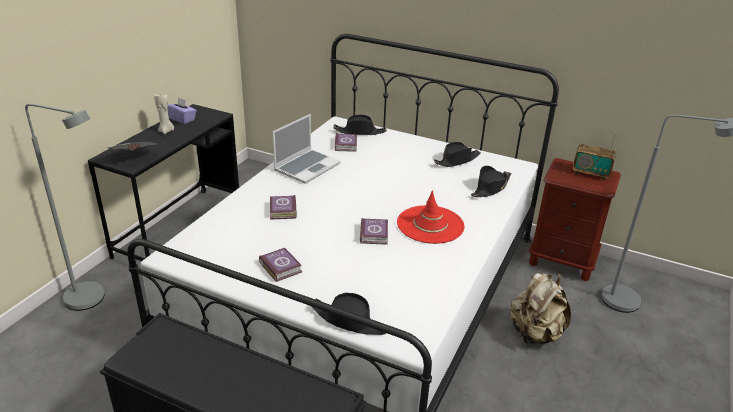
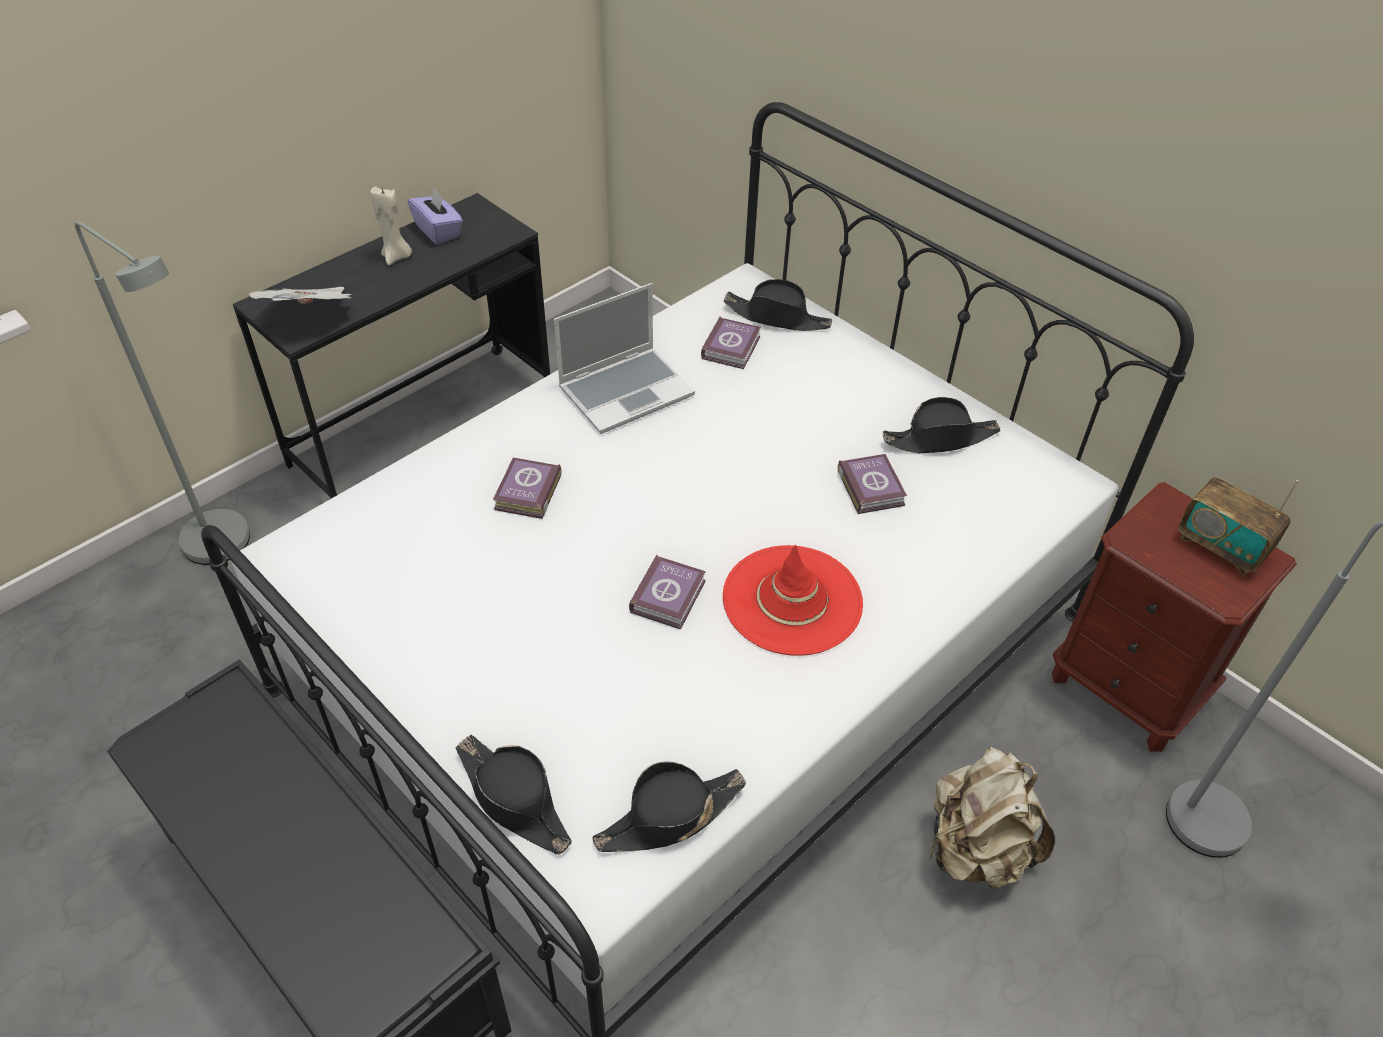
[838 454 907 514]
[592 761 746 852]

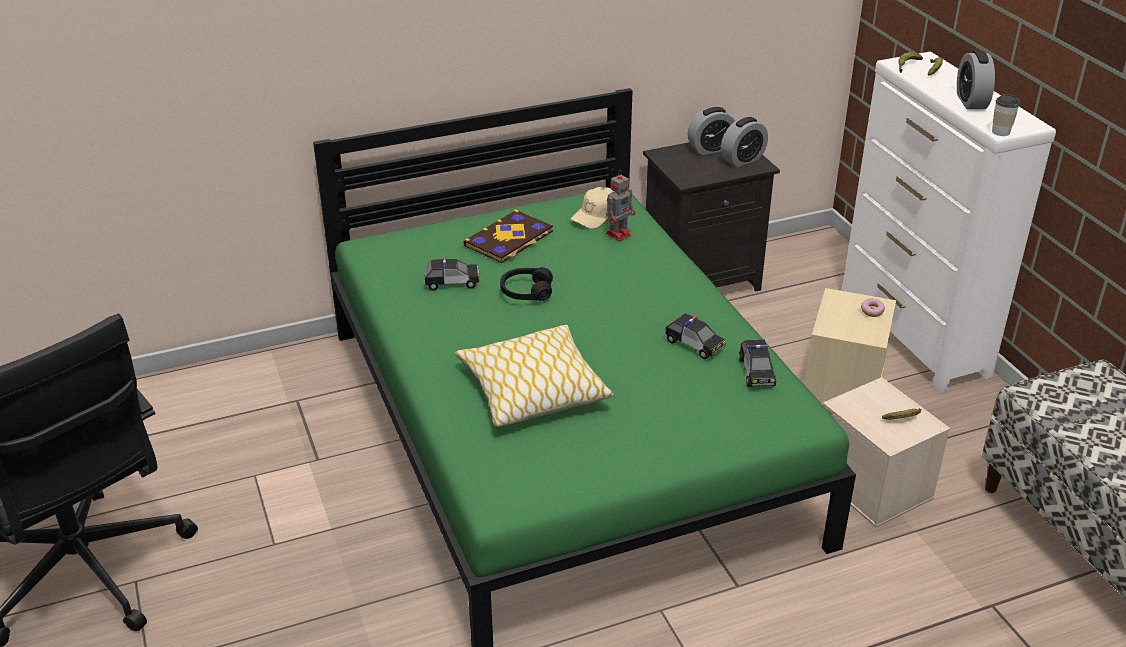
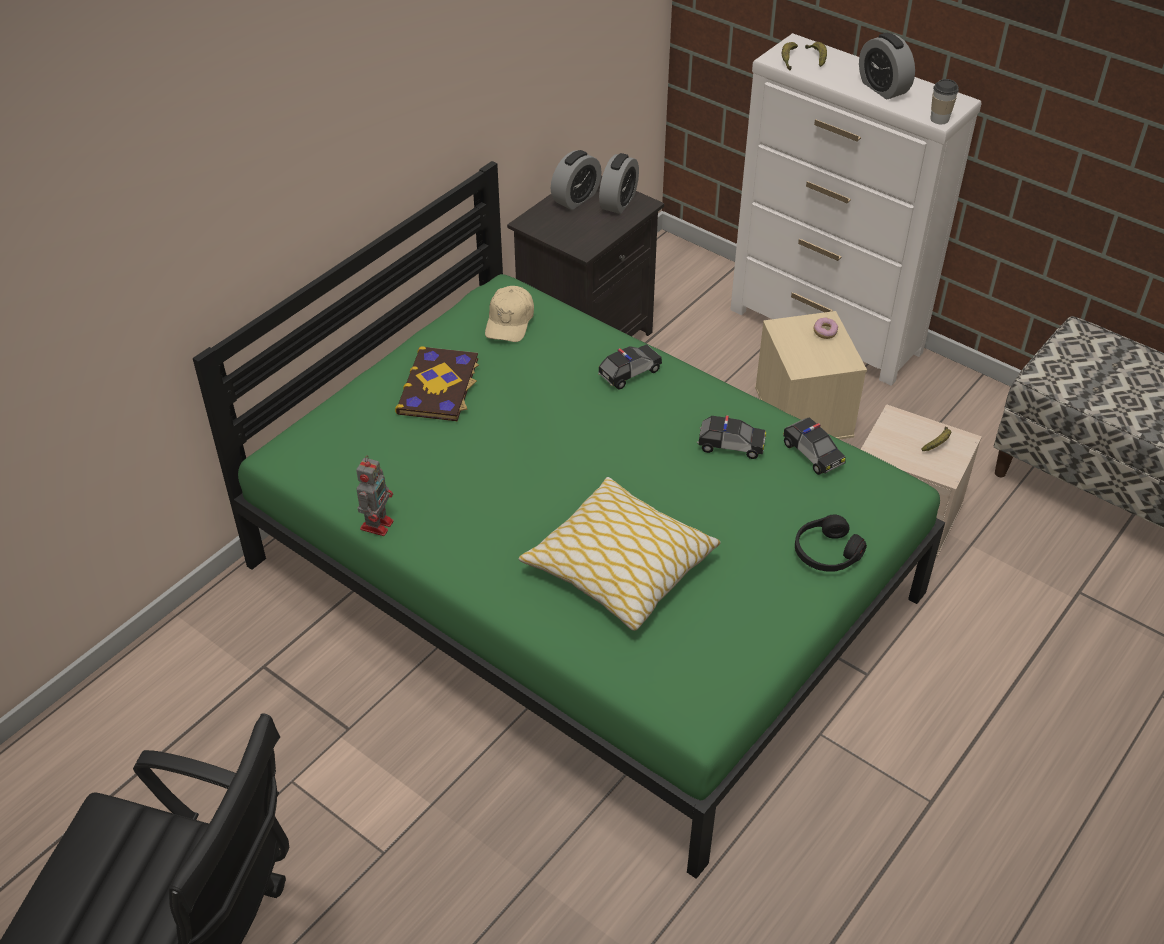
[598 344 662 390]
[795 515 867 572]
[356 458 394 536]

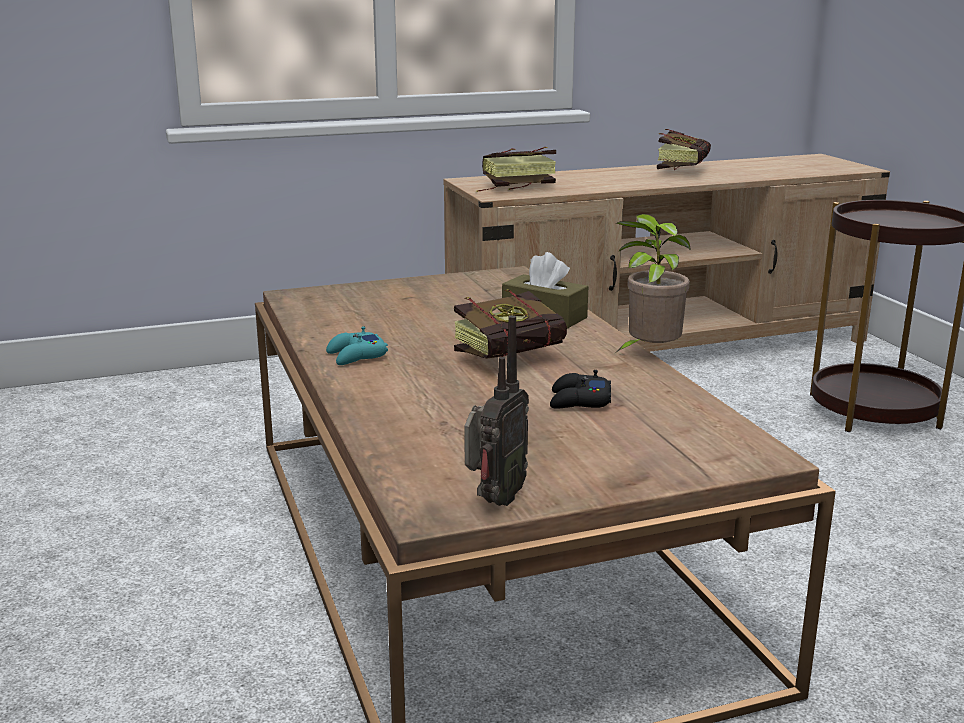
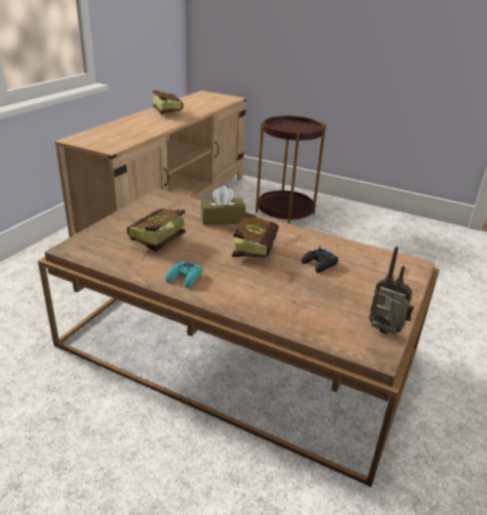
[369 246 414 335]
[127 209 186 260]
[616 214 691 352] (first image)

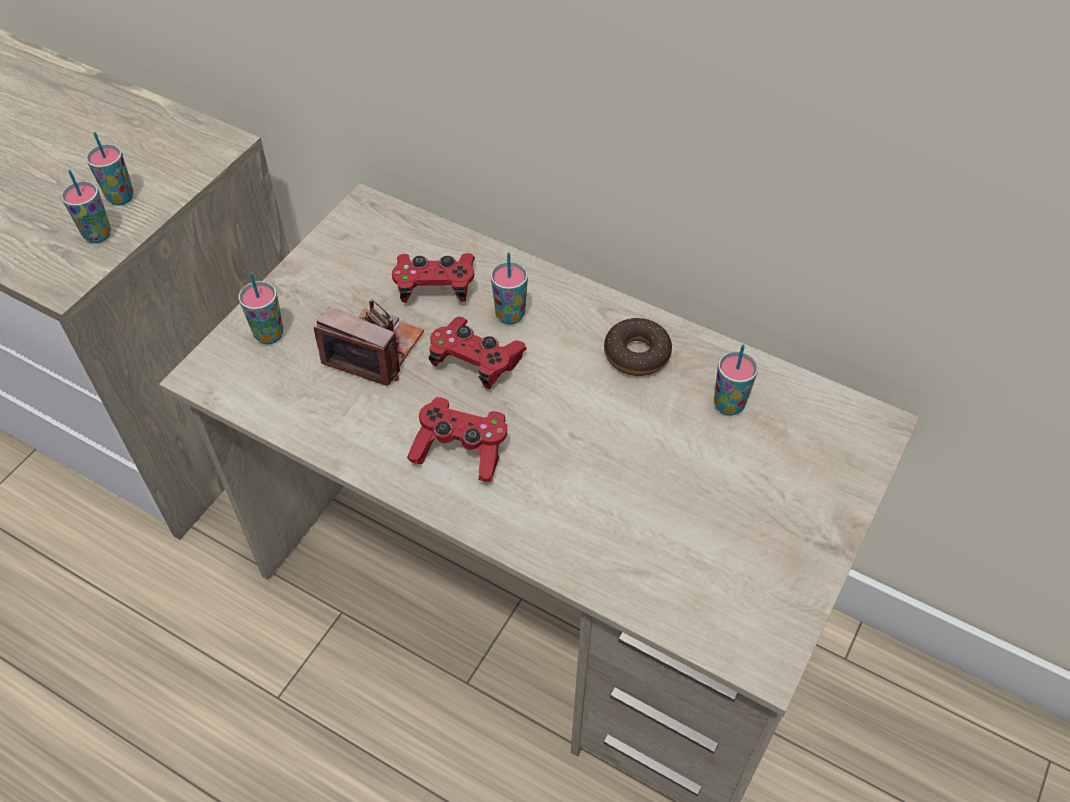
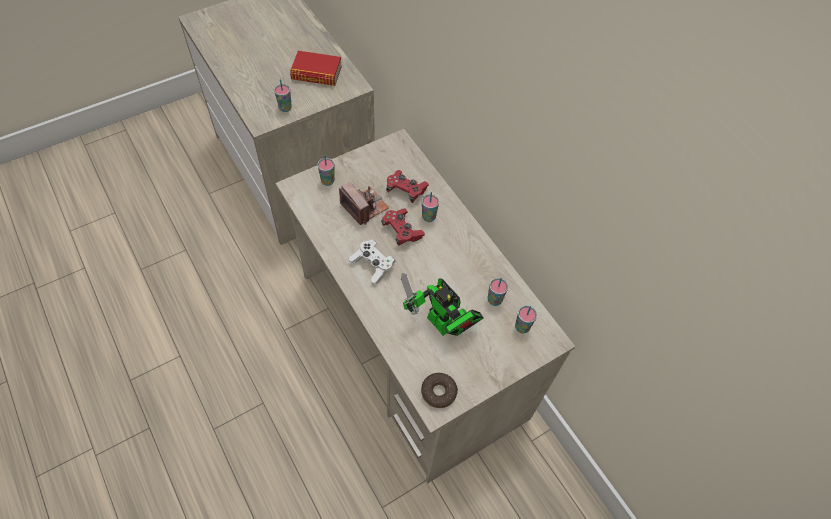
[515 306 537 333]
[349 240 395 284]
[421 373 458 408]
[290 51 342 86]
[401 273 483 336]

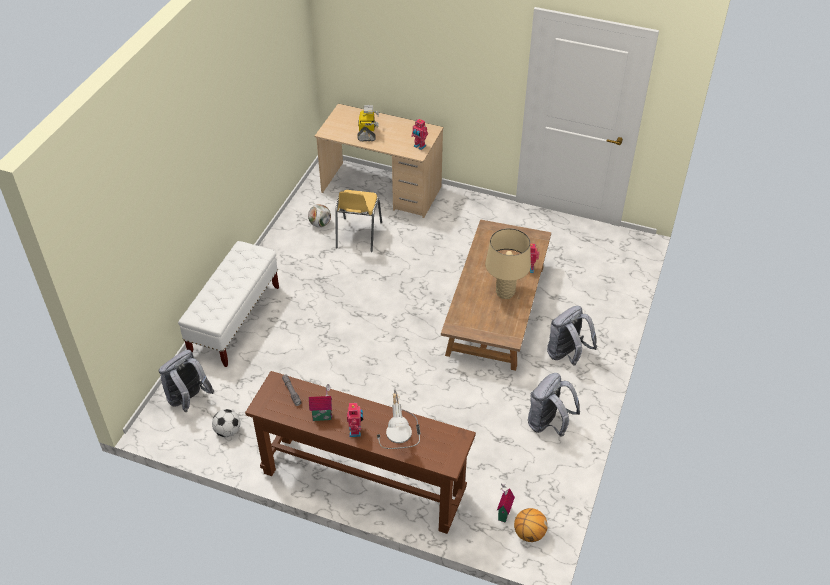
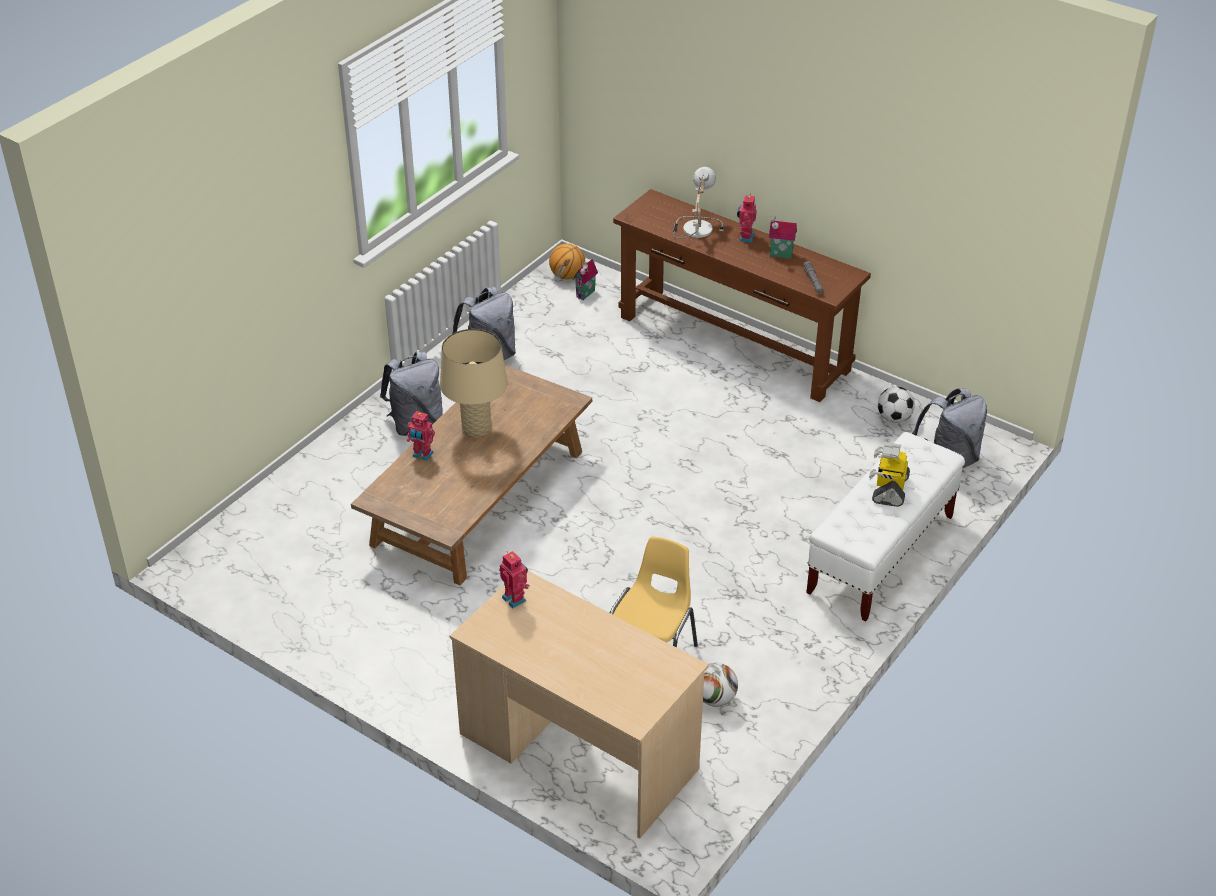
[869 442 910 507]

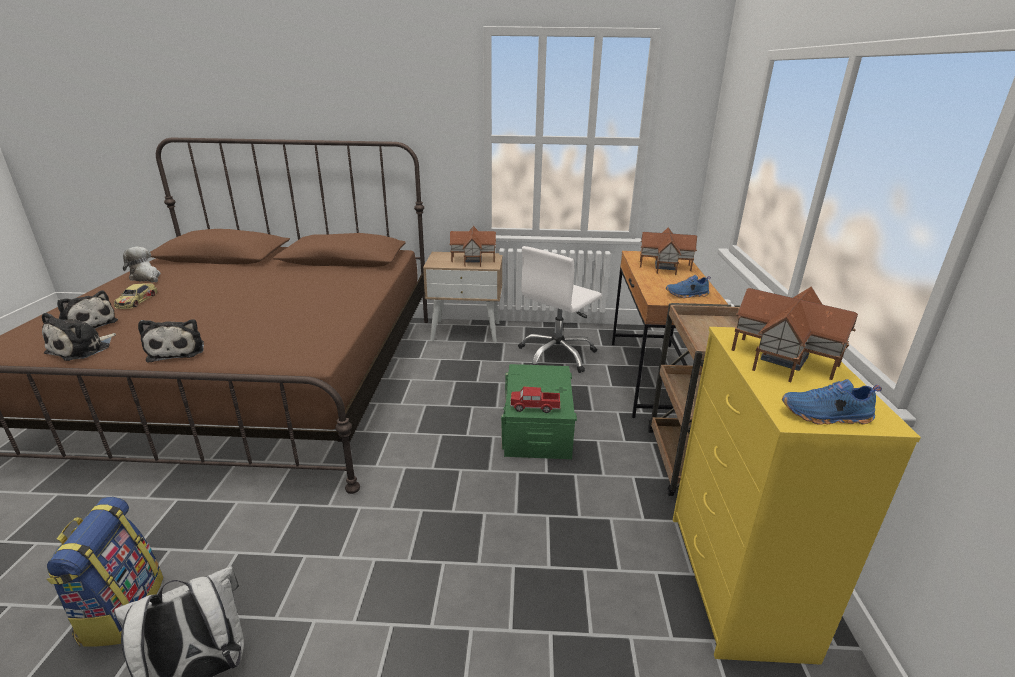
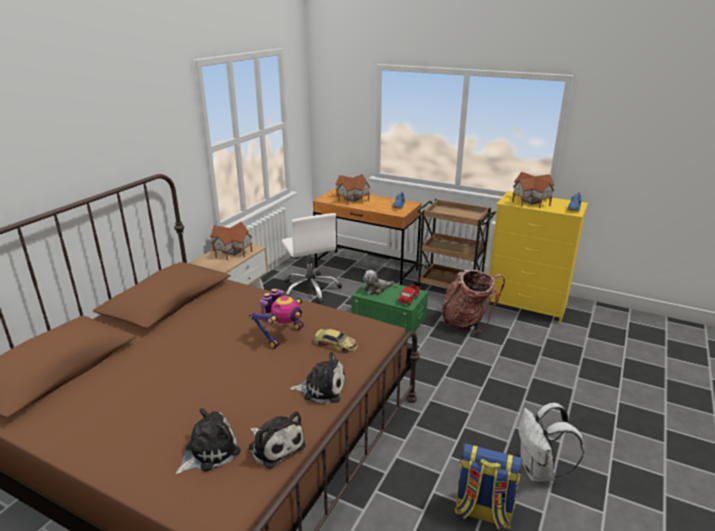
[314 329 357 353]
[363 270 394 295]
[249 289 304 349]
[442 269 505 333]

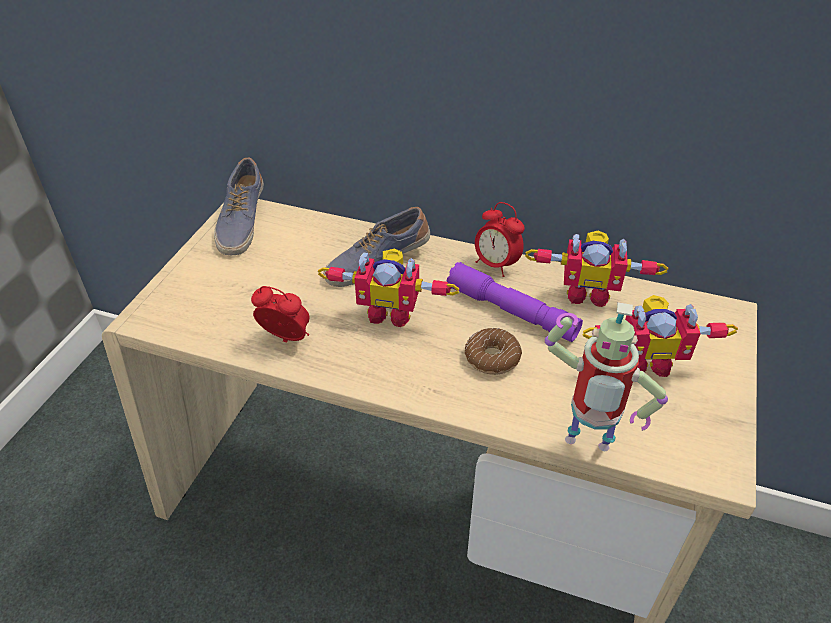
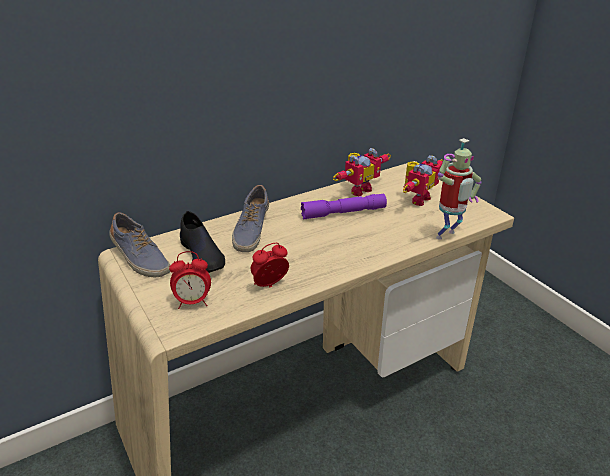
[318 249 459 327] (first image)
[465 328 522 375] (first image)
[169 251 211 309]
[180 211 225 273]

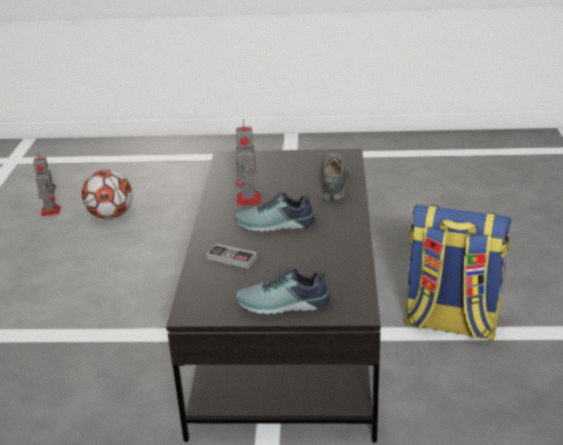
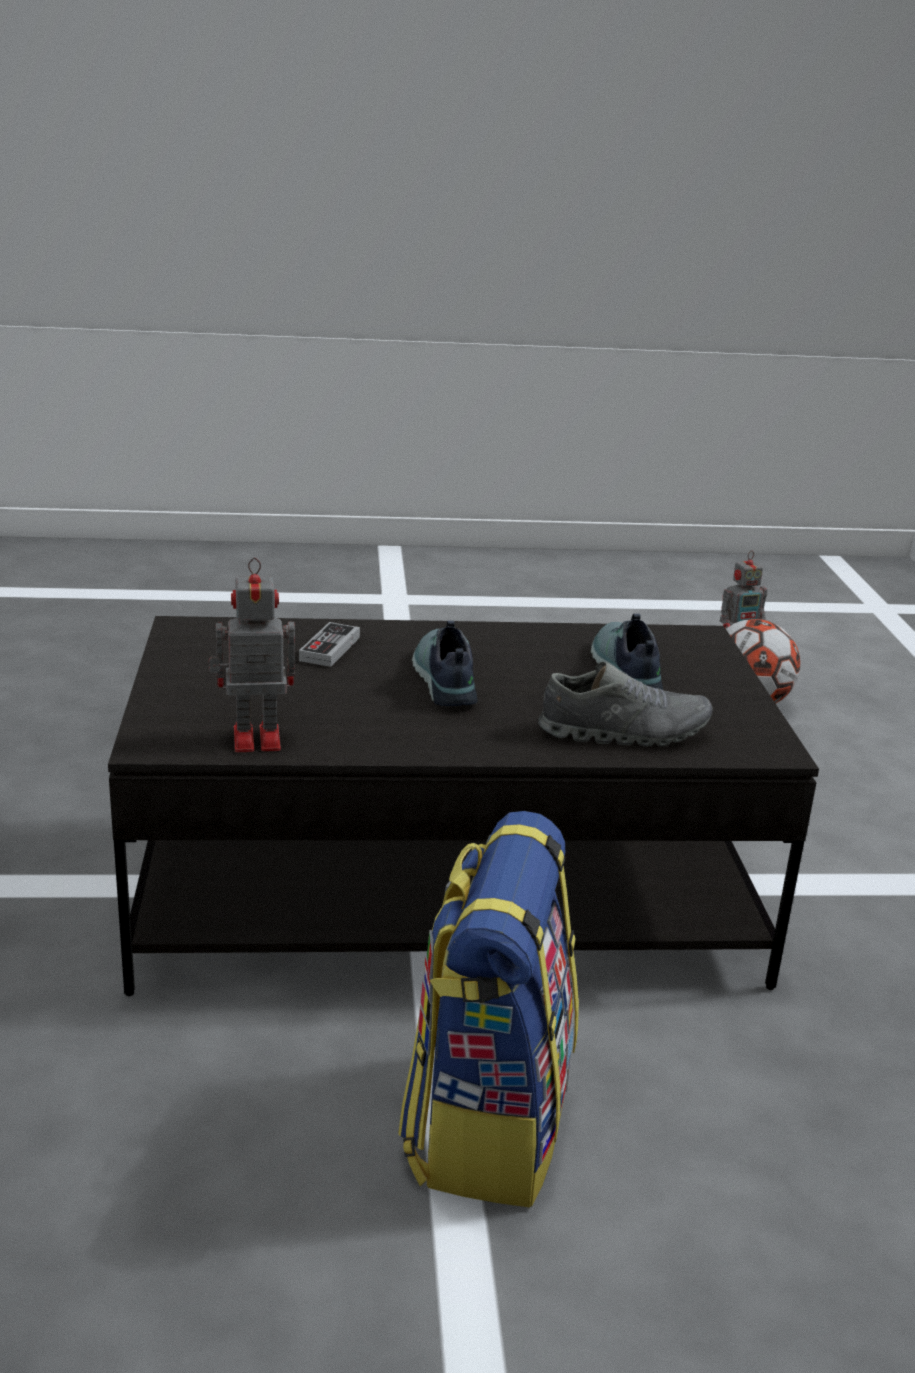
[209 558 295 752]
[591 614 663 690]

